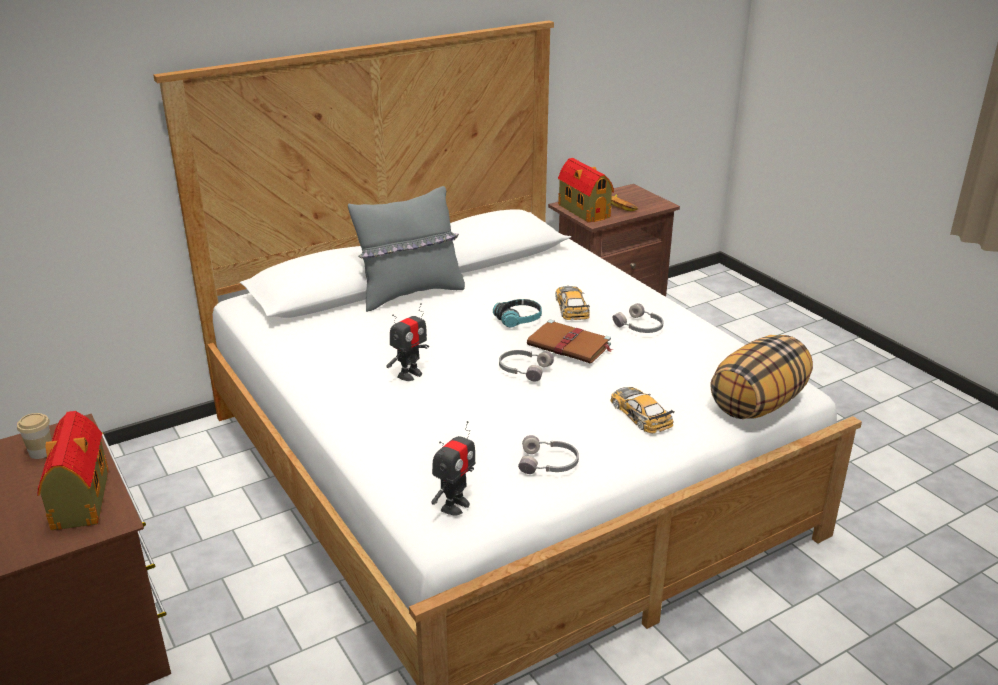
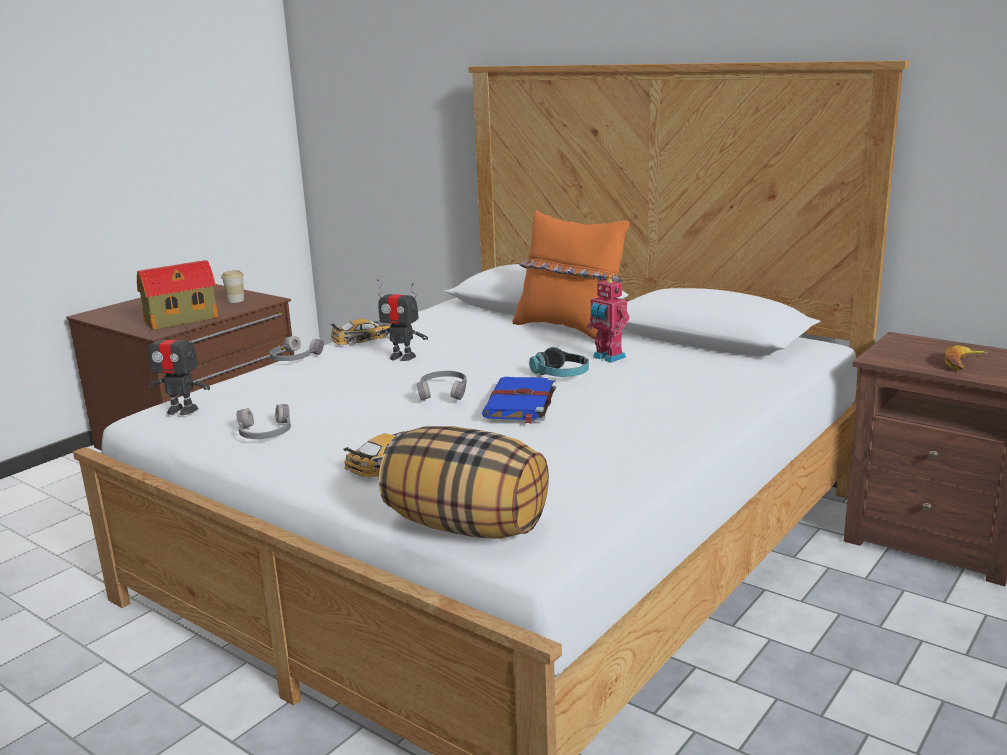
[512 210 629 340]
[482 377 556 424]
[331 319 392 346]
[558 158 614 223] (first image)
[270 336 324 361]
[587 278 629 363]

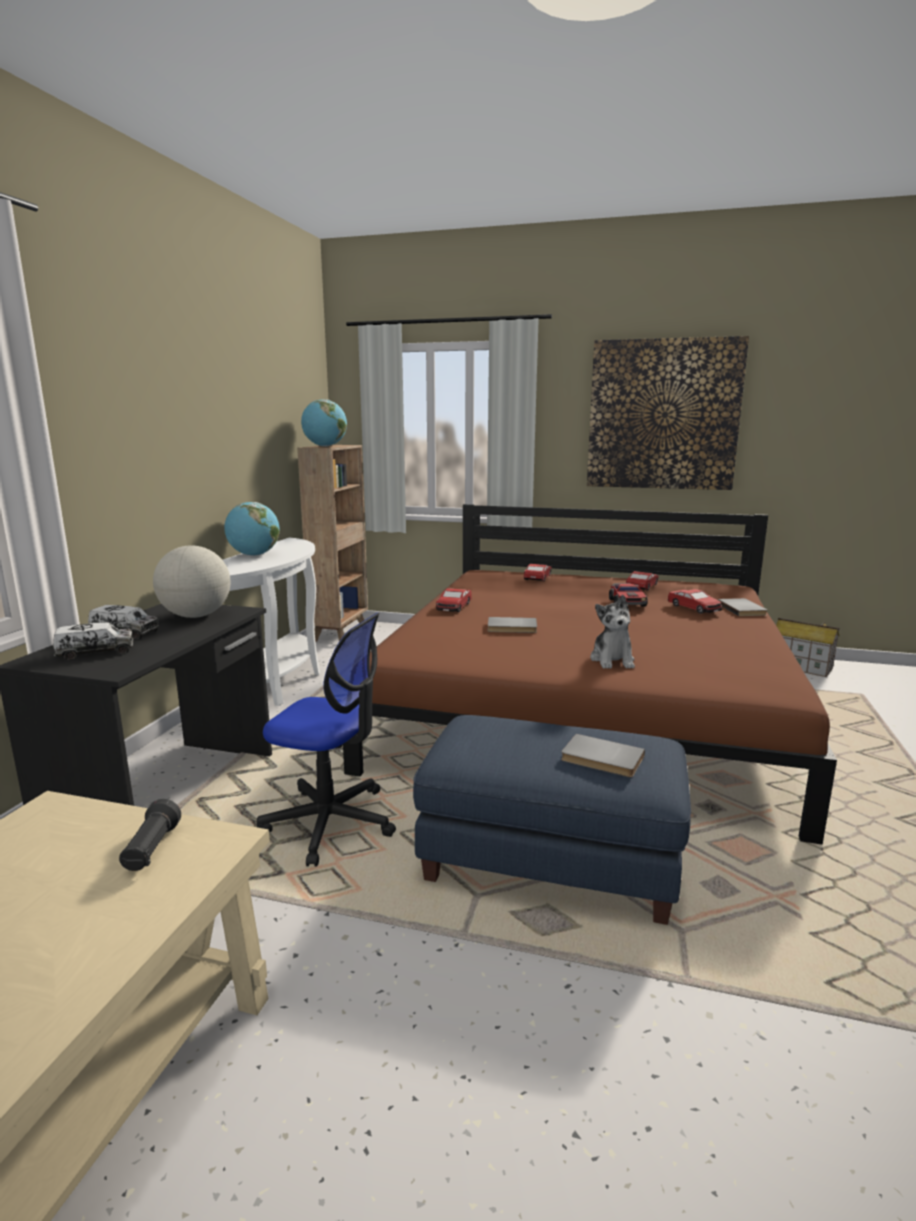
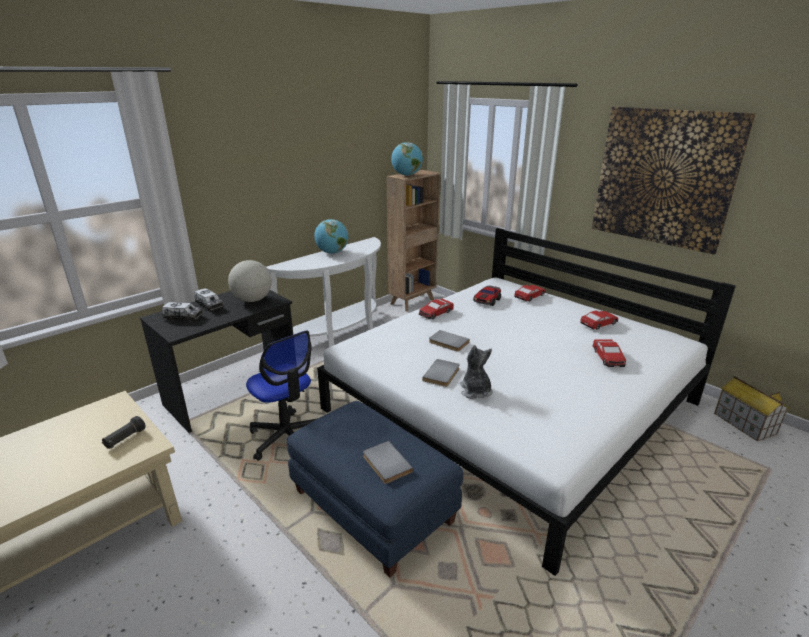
[317 228 736 576]
[459 345 493 399]
[473 285 501 306]
[422 359 460 387]

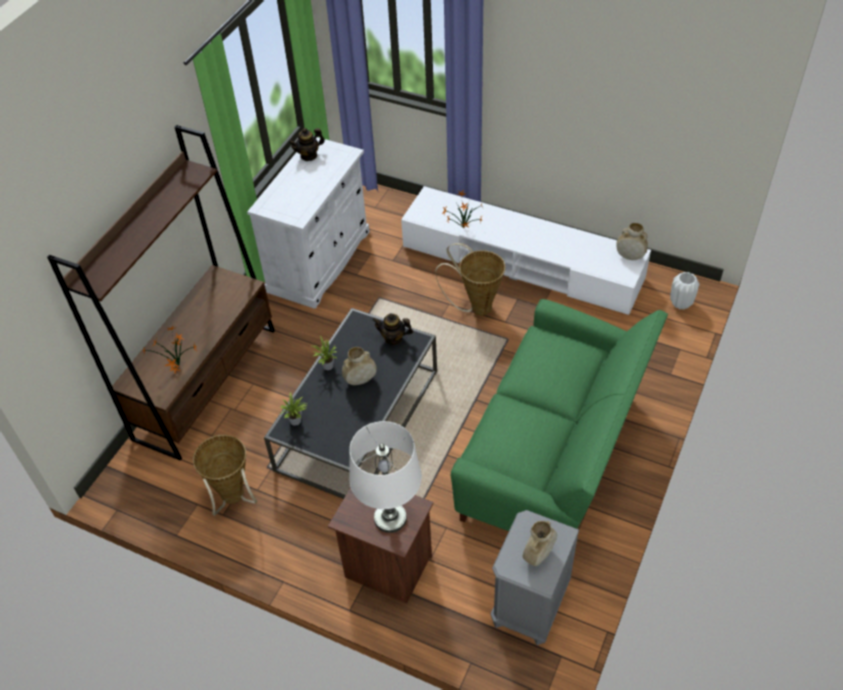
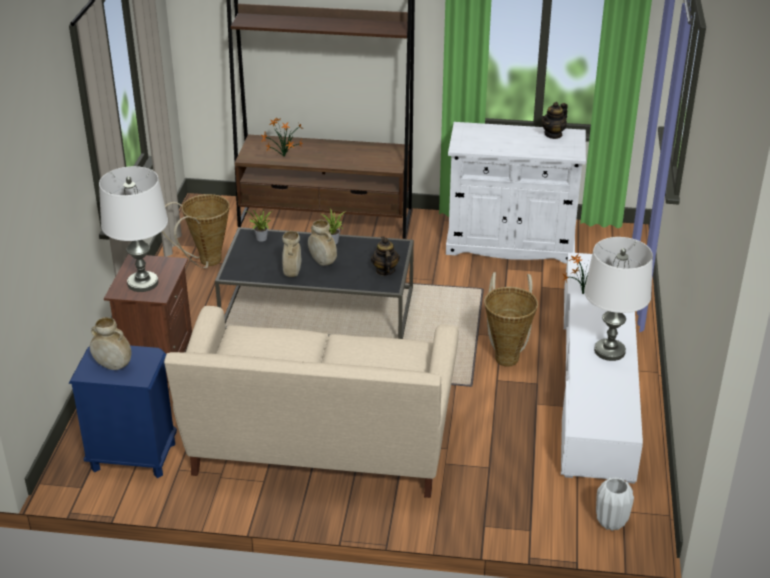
[542 102 568 139]
[164 306 459 498]
[69 346 177 478]
[282 231 301 277]
[584 237 653 361]

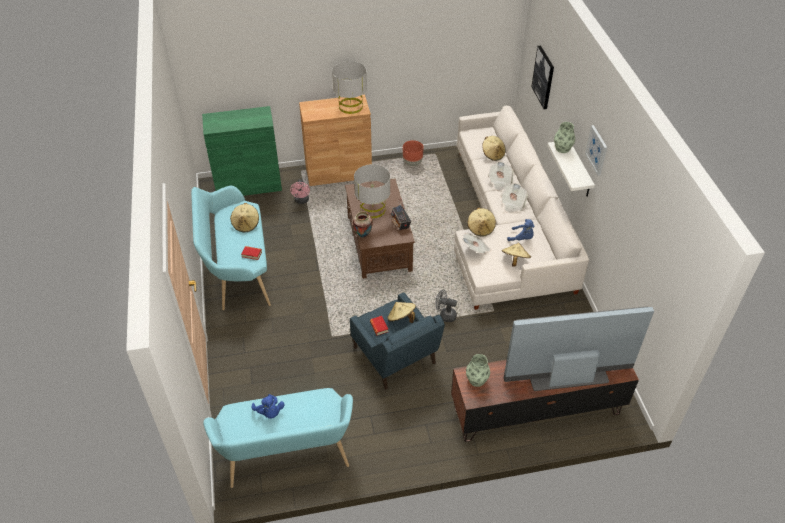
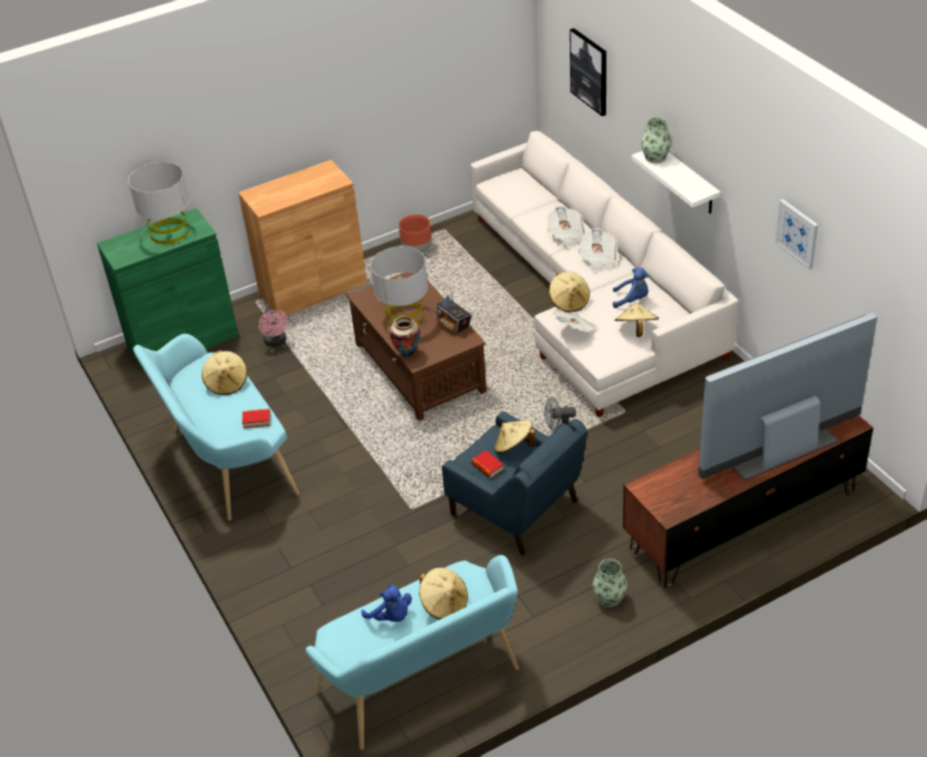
[128 162 189 244]
[593 559 627 607]
[419 567 468 620]
[775 199 818 270]

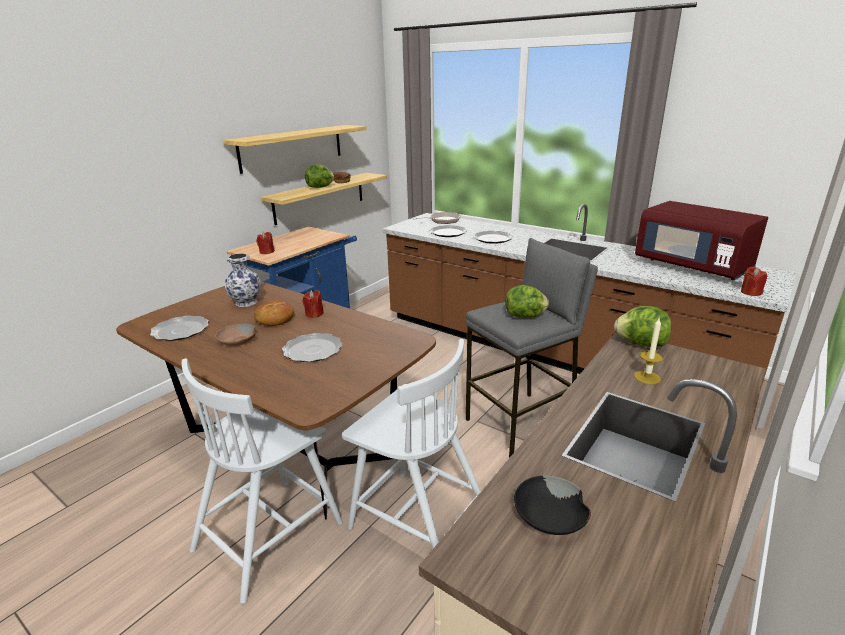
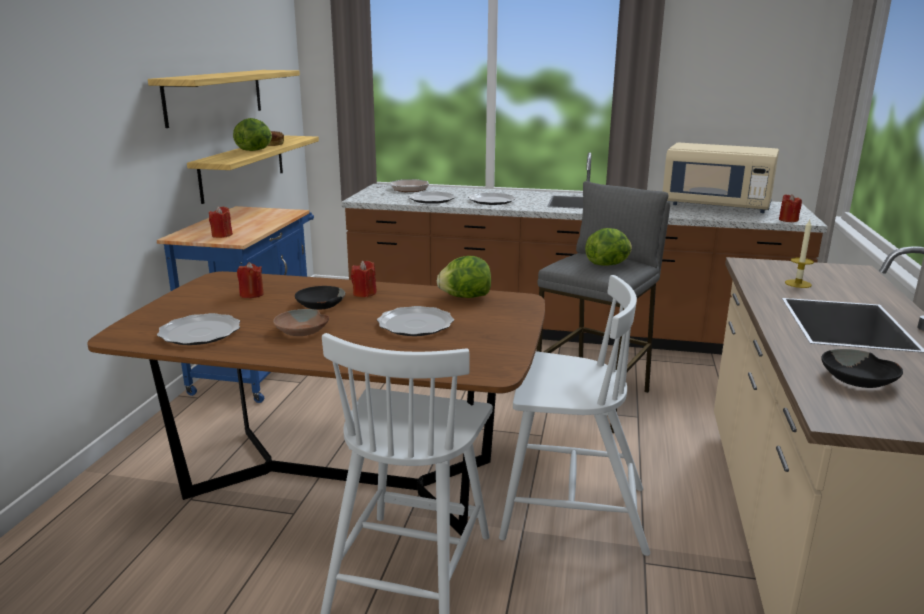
[237 262 264 298]
[295 286 345 310]
[437 256 491 298]
[663 143 779 213]

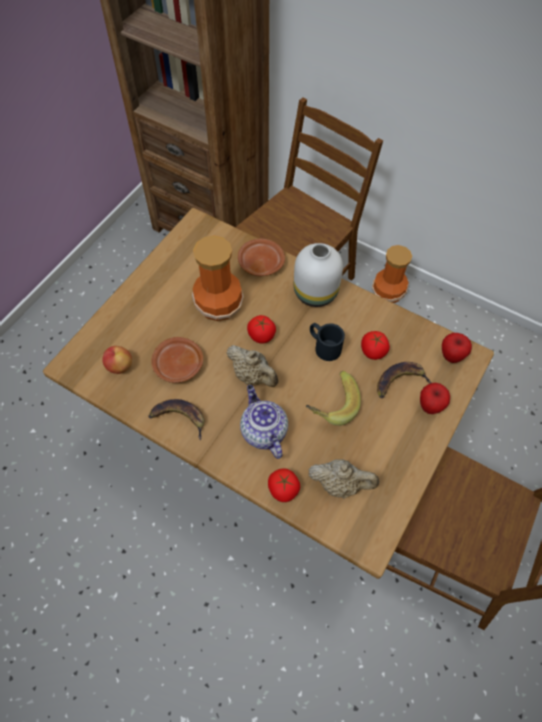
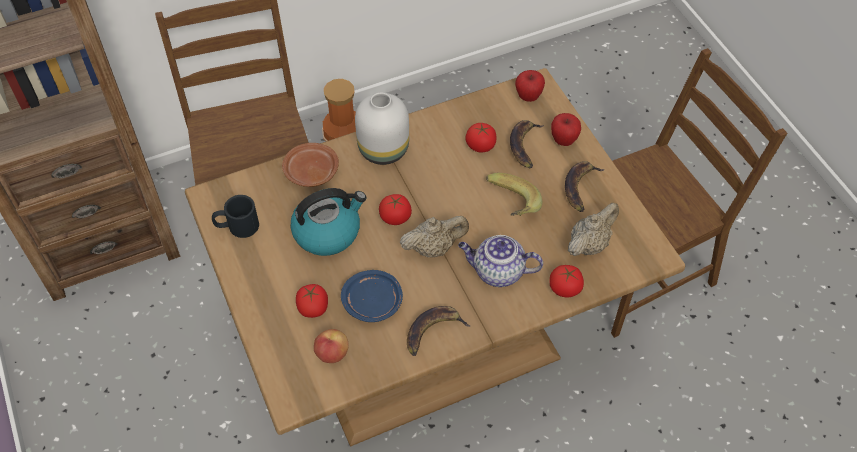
[341 270 403 322]
[290 188 366 256]
[212 195 259 238]
[296 284 328 318]
[565 161 605 212]

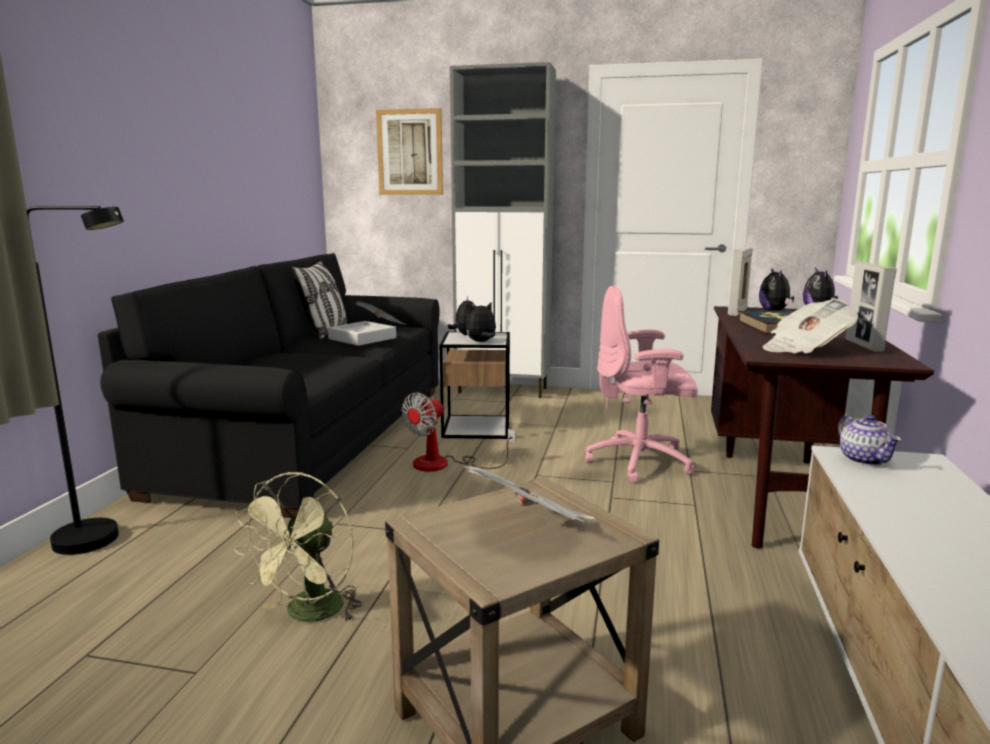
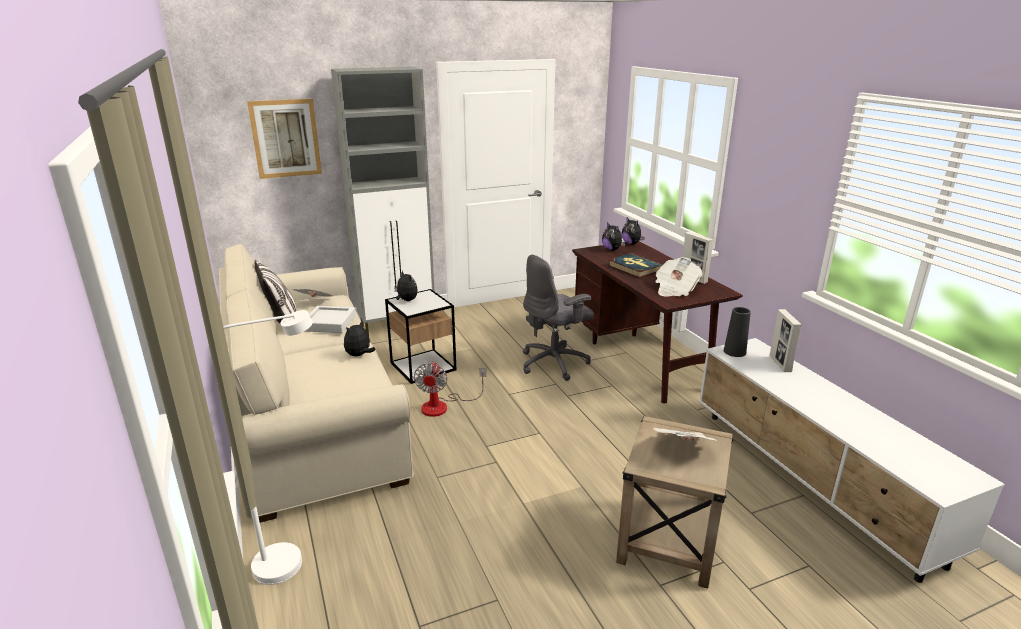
[223 310 313 585]
[219 244 414 523]
[234 472 363 622] (first image)
[344 321 376 357]
[523 255 594 381]
[770 309 802 372]
[724 307 751 357]

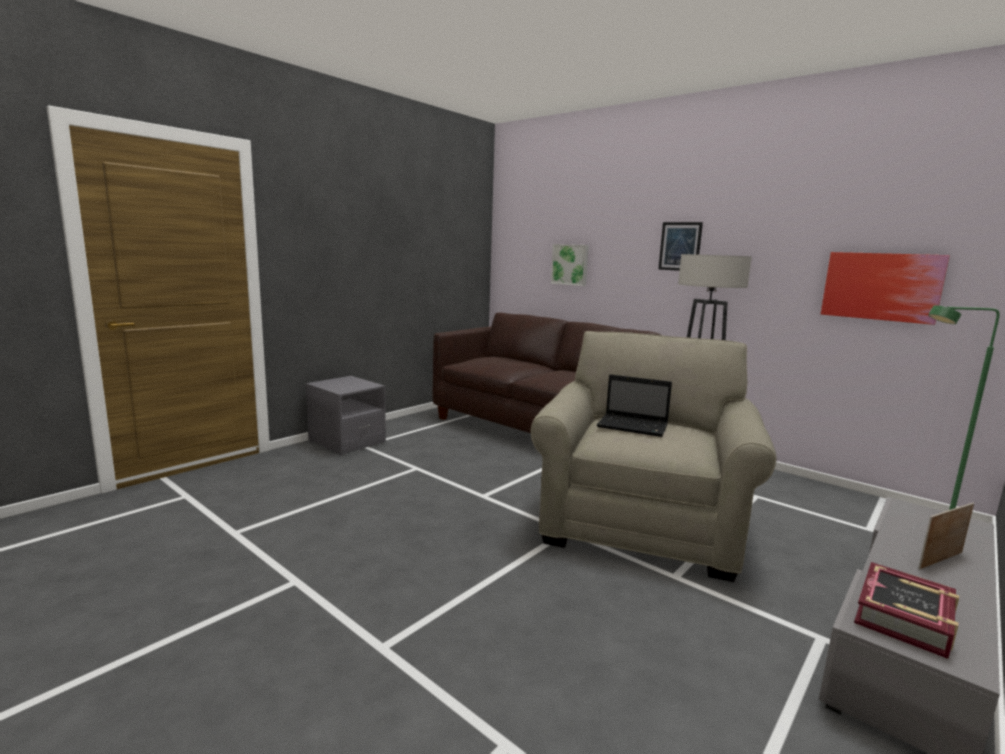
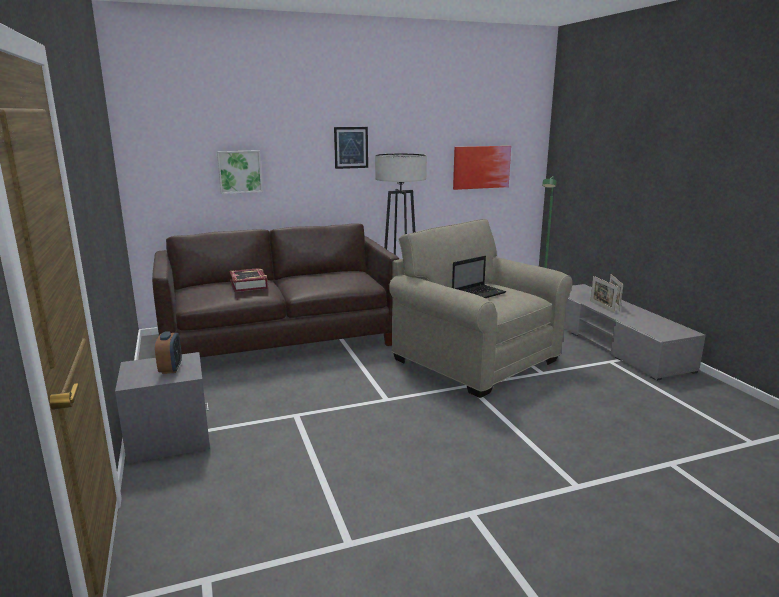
[229 268 268 292]
[155 331 182 374]
[590 276 618 313]

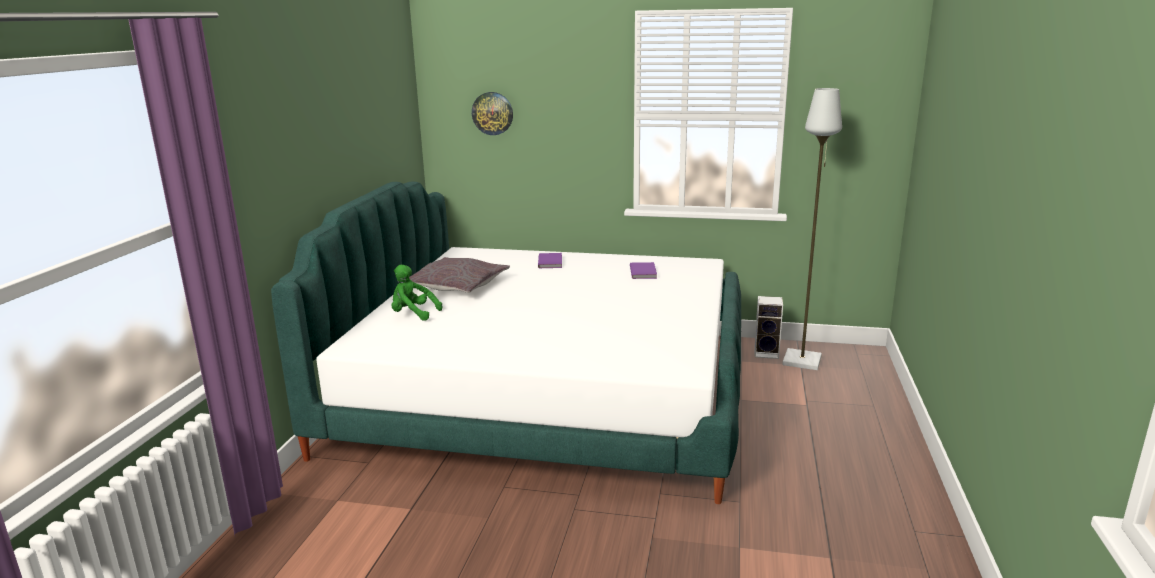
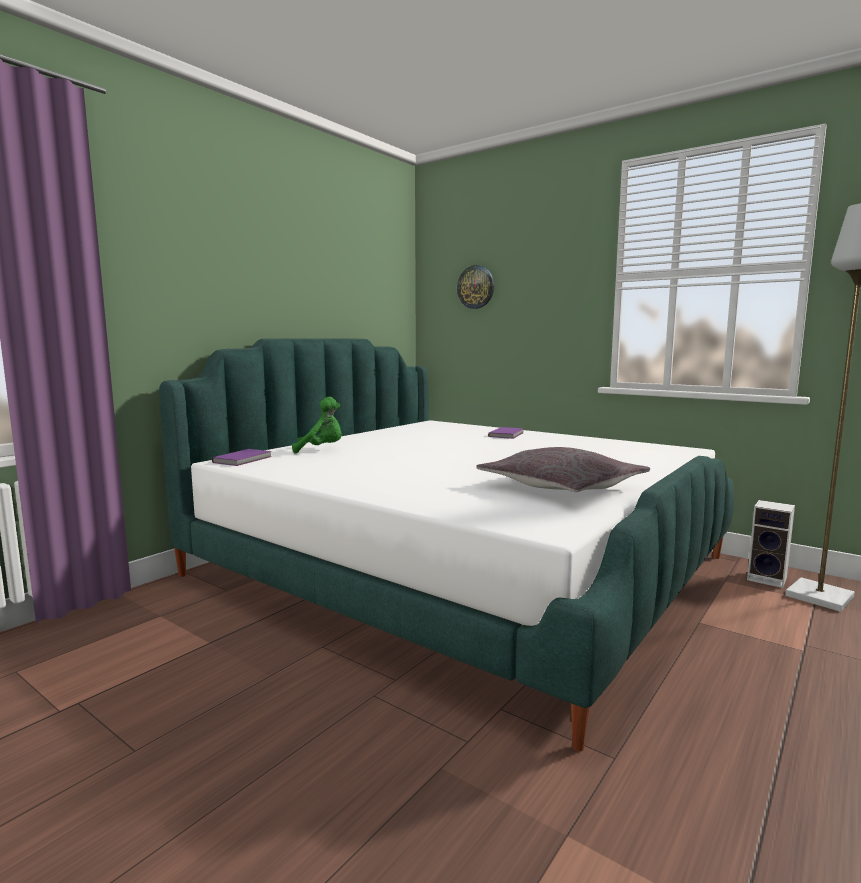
[292 397 342 453]
[476 447 650 492]
[212 449 272 466]

